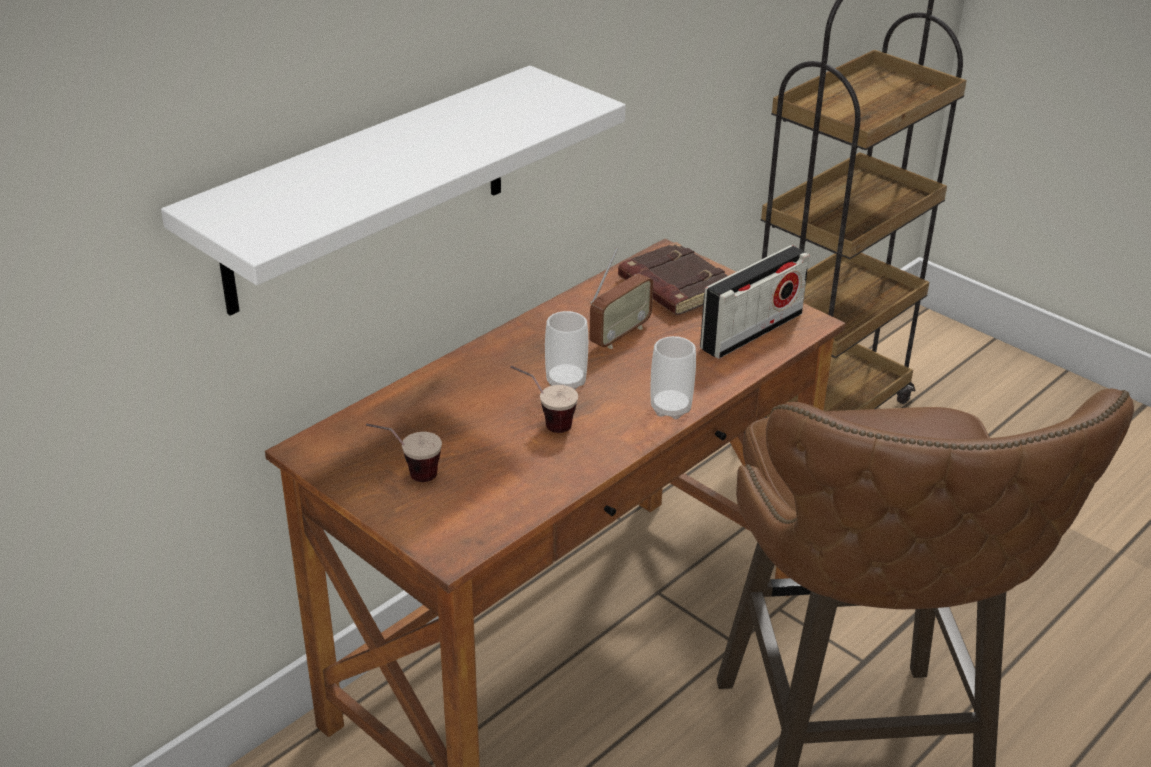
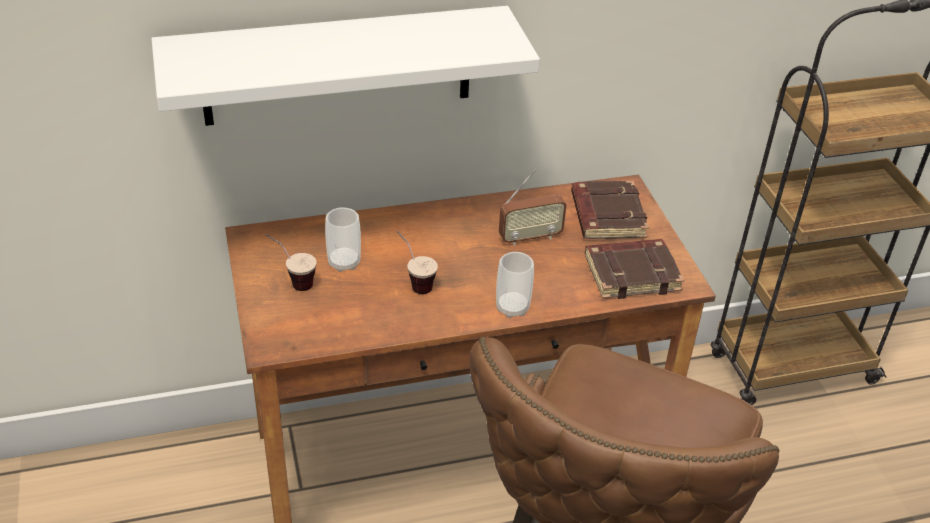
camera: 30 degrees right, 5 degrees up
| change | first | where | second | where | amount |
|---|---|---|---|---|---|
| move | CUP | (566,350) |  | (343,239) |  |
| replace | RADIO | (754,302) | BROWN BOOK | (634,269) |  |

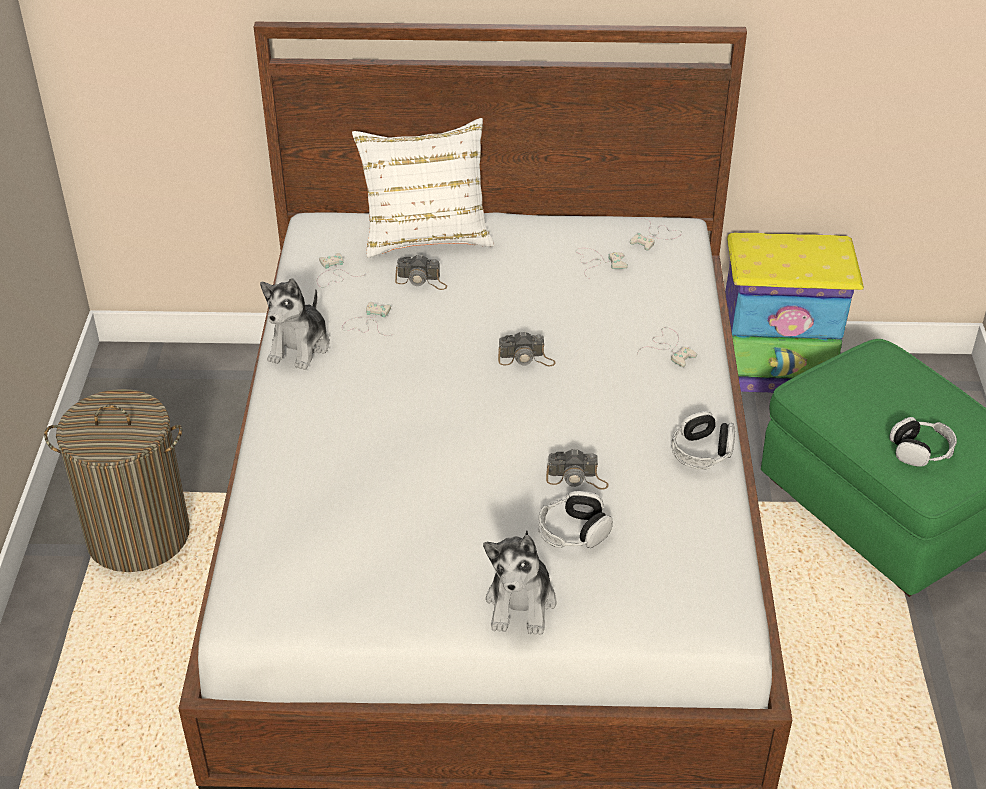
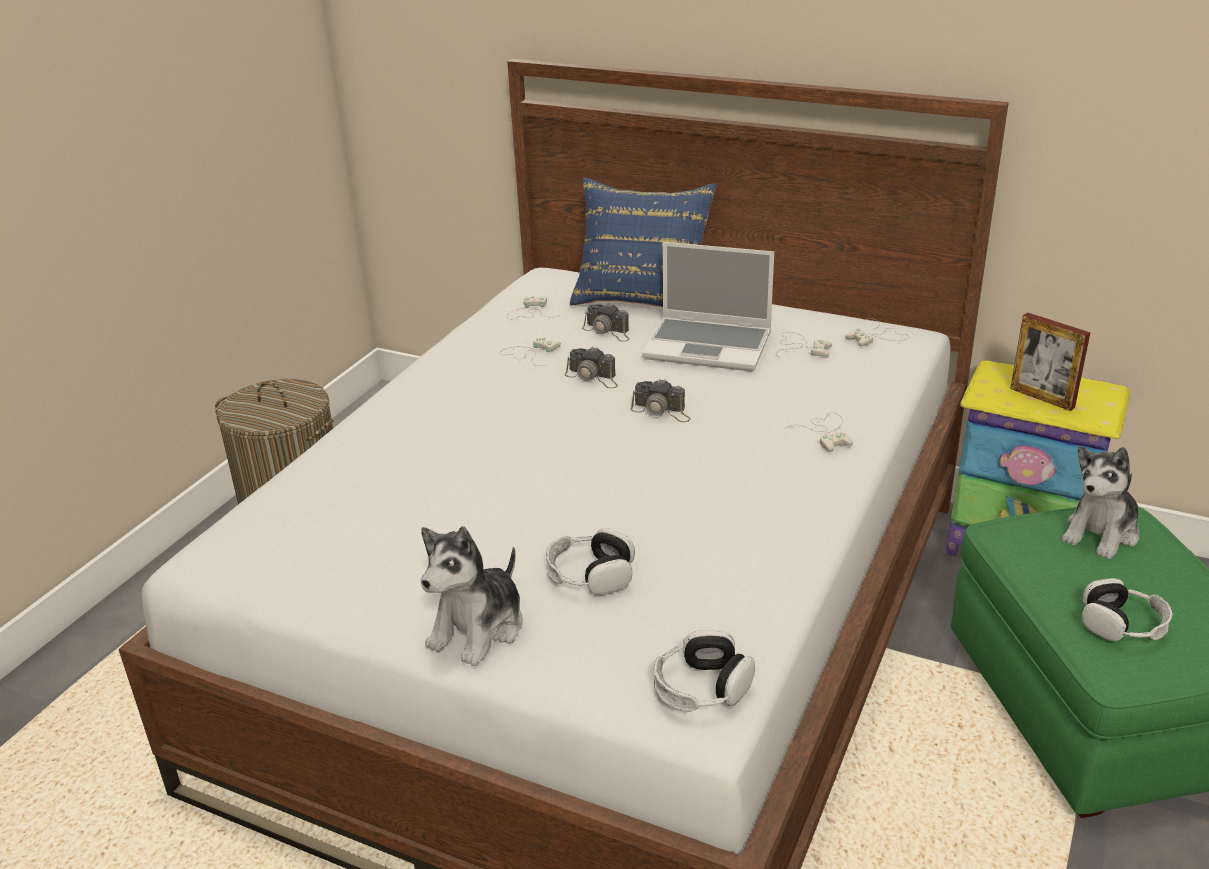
camera: 25 degrees right, 10 degrees down
| change | first | where | second | where | amount |
|---|---|---|---|---|---|
| move | PLUSH TOY | (295,324) |  | (1100,502) |  |
| recolor | WHITE PILLOW | (423,188) | BLUE PILLOW | (643,242) |  |
| move | PHOTO CAMERA | (577,469) |  | (591,367) |  |
| move | HEADPHONES | (703,440) |  | (704,671) |  |
| insert |  |  | LAPTOP | (708,306) |  |
| insert |  |  | PICTURE FRAME | (1050,361) |  |

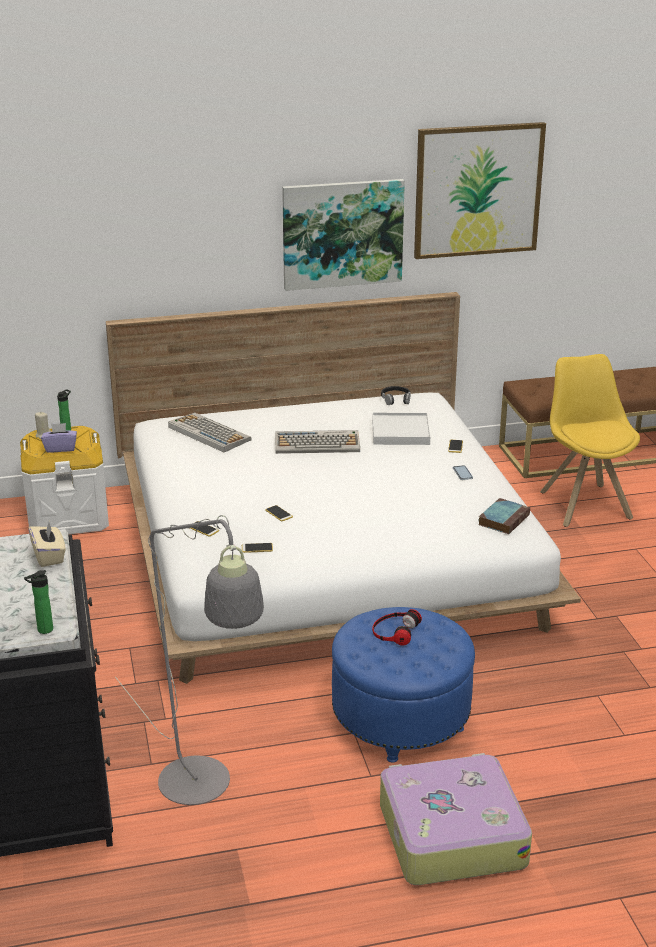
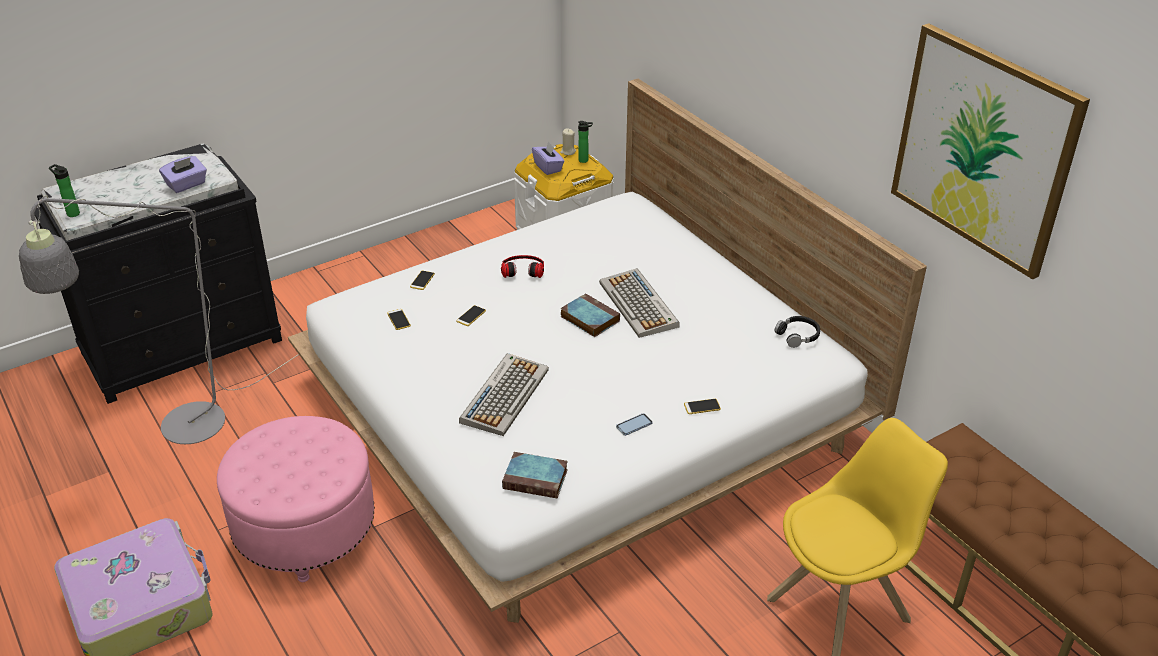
camera: 70 degrees right, 10 degrees up
| change | first | where | second | where | amount |
|---|---|---|---|---|---|
| recolor | BEIGE TISSUE BOX | (47,544) | PURPLE TISSUE BOX | (183,174) |  |
| move | KEYBOARD | (209,432) |  | (504,394) |  |
| delete | PICTURE | (343,235) |  |  |  |
| recolor | BLUE OTTOMAN | (403,685) | PINK OTTOMAN | (296,499) |  |
| delete | WHITE TRAY | (401,428) |  |  |  |
| move | HEADPHONES | (397,627) |  | (522,266) |  |
| insert |  |  | BOOK | (590,315) |  |

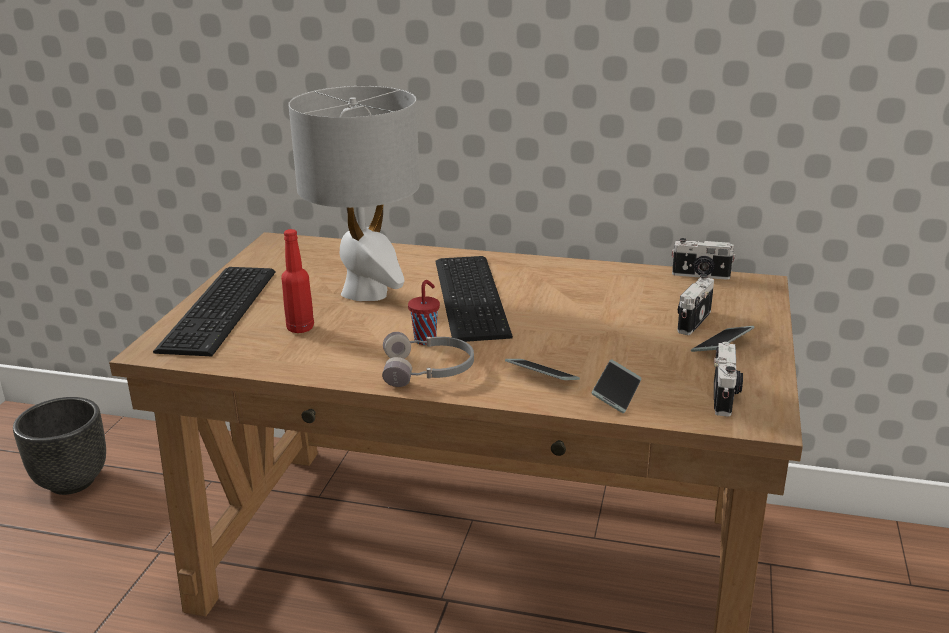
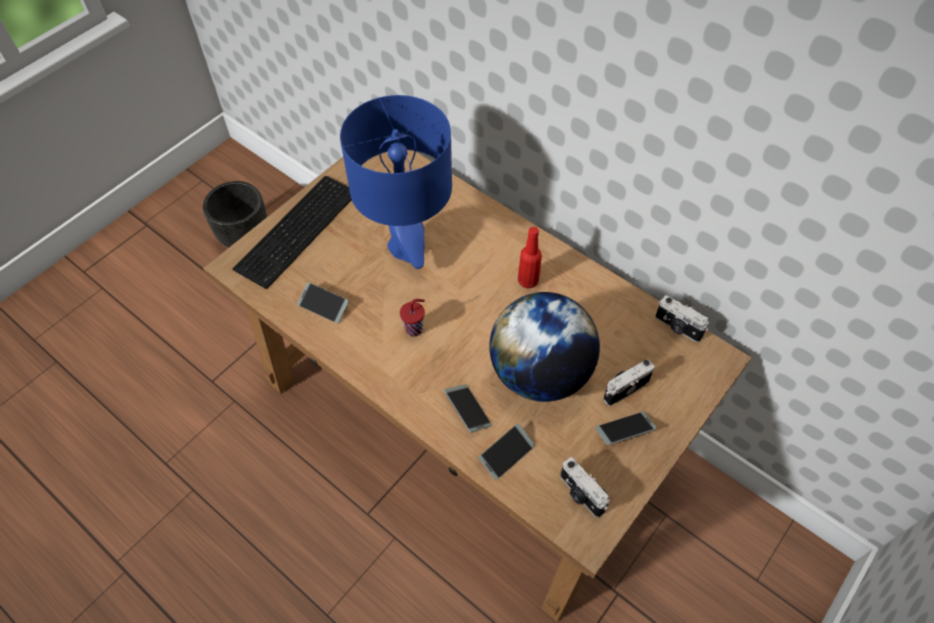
camera: 25 degrees right, 30 degrees up
| change | first | where | second | where | amount |
|---|---|---|---|---|---|
| move | RED BOTTLE | (297,281) |  | (530,257) |  |
| recolor | GREY TABLE LAMP | (354,193) | BLUE TABLE LAMP | (396,182) |  |
| delete | GREY HEADPHONES | (428,359) |  |  |  |
| delete | KEYBOARD | (474,299) |  |  |  |
| rotate | PHOTO CAMERA | (728,379) |  | (585,487) | 105 degrees clockwise |
| insert |  |  | PHONE | (323,302) |  |
| insert |  |  | GLOBE | (544,347) |  |

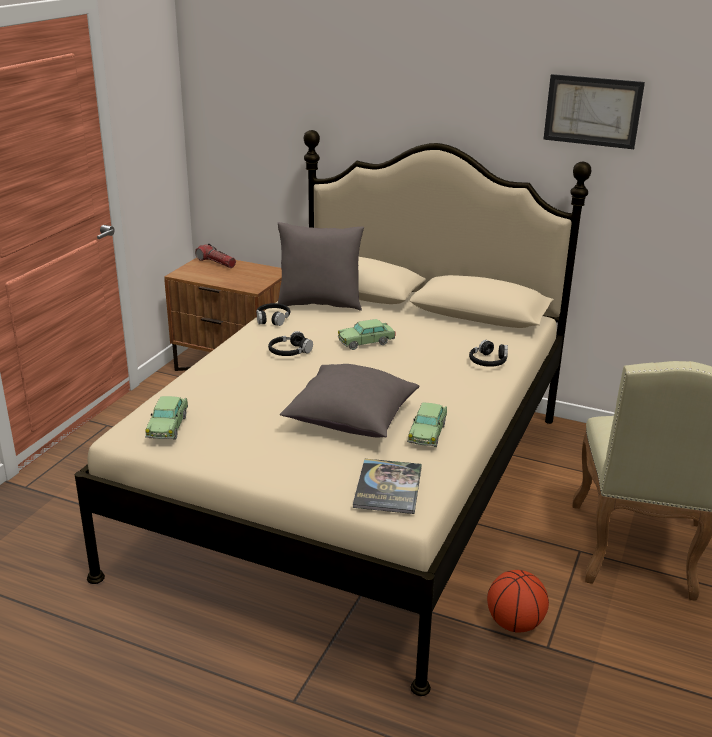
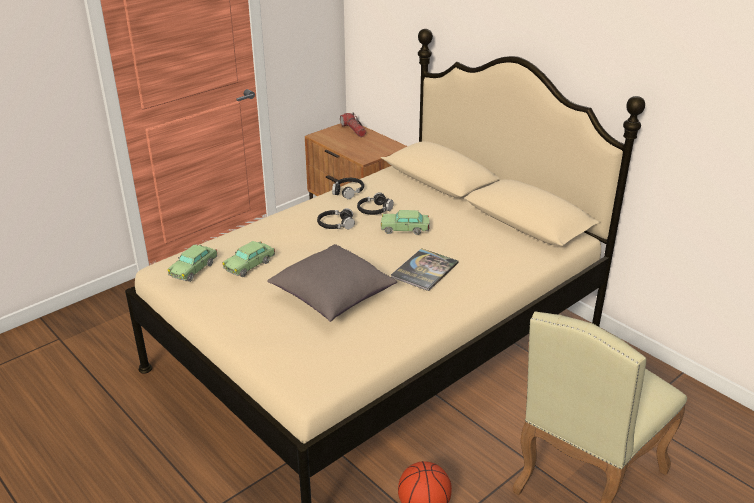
camera: 25 degrees right, 5 degrees up
| change | first | where | second | where | amount |
|---|---|---|---|---|---|
| delete | GREY PILLOW | (321,266) |  |  |  |
| move | BOOK | (387,486) |  | (424,269) |  |
| move | TOY CAR | (427,424) |  | (248,259) |  |
| move | BLACK HEADPHONES | (488,353) |  | (375,203) |  |
| delete | PICTURE | (594,111) |  |  |  |

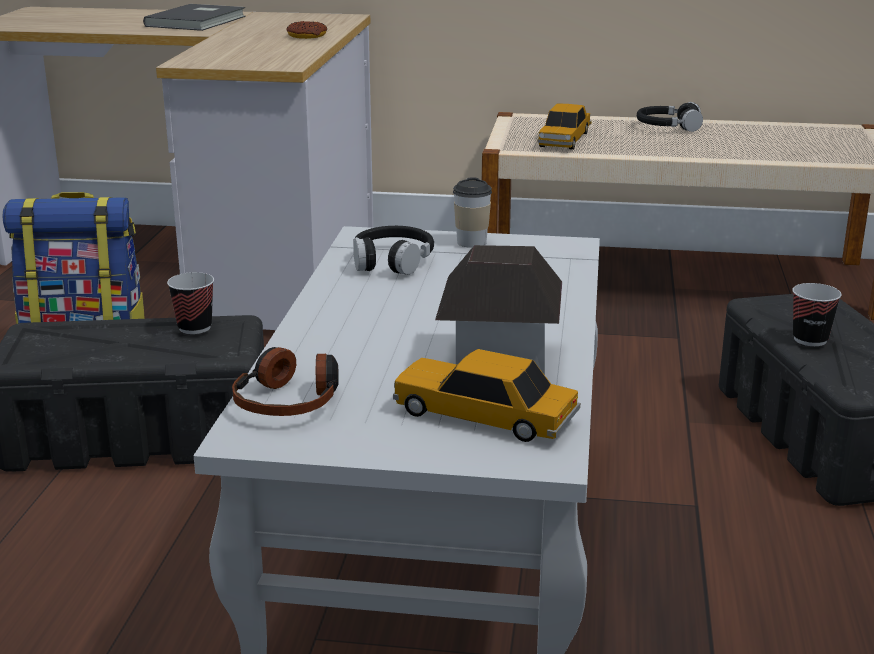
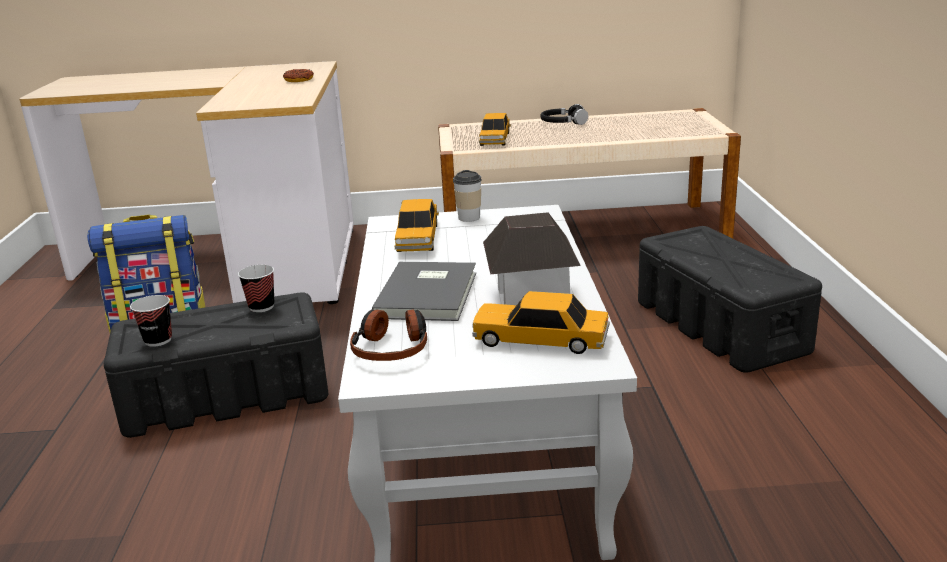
camera: 10 degrees left, 0 degrees up
| change | first | where | second | where | amount |
|---|---|---|---|---|---|
| move | GREY BOOK | (194,17) |  | (424,291) |  |
| replace | BLACK HEADPHONES | (393,250) | TOY CAR | (417,225) |  |
| move | CUP | (817,314) |  | (151,321) |  |

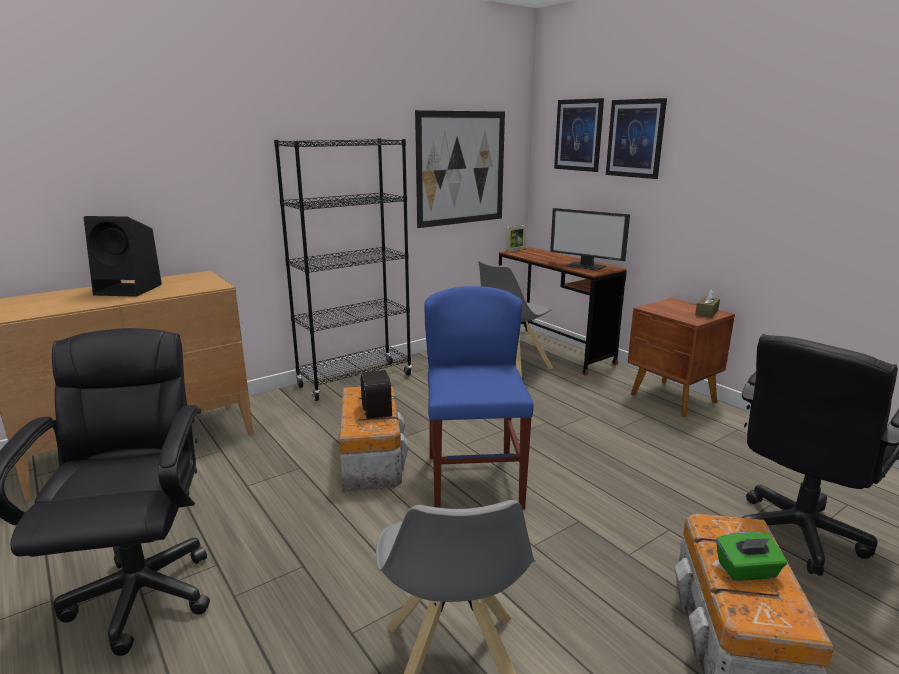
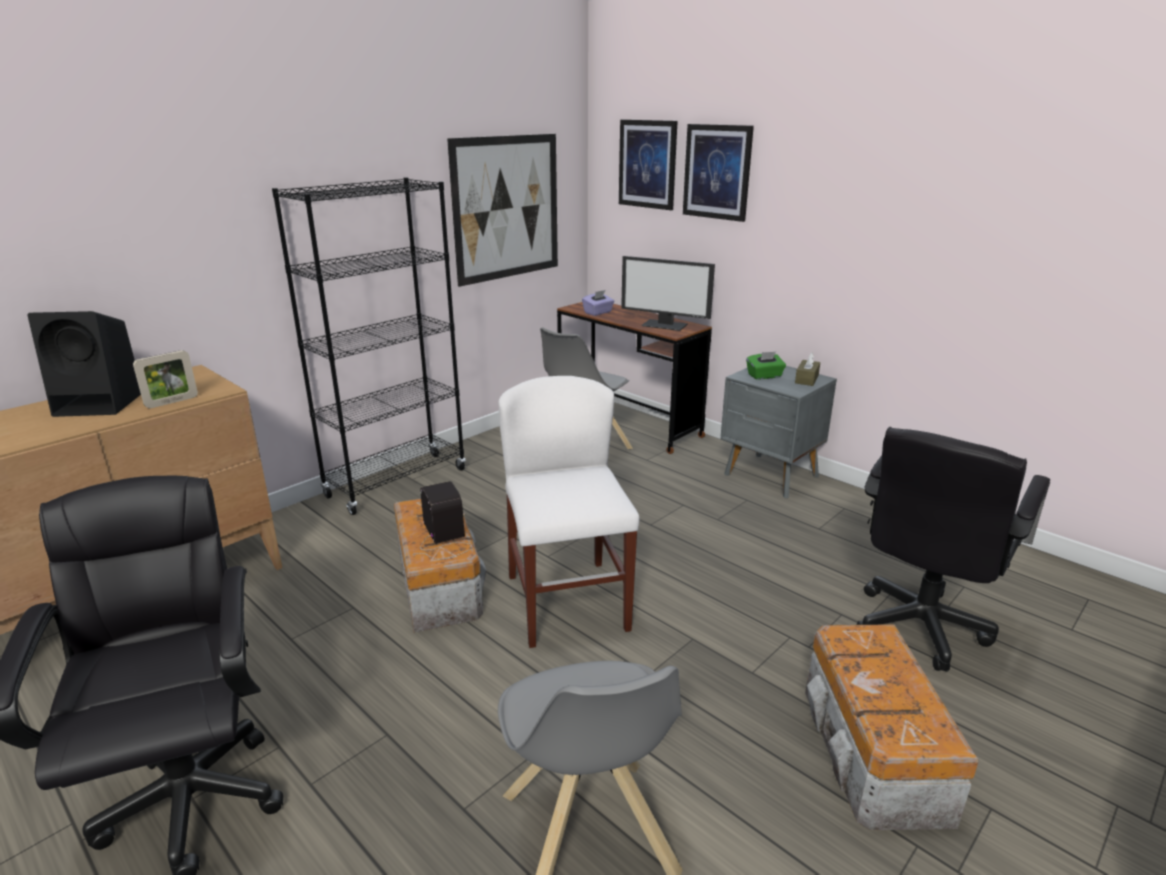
camera: 10 degrees left, 5 degrees up
| change | first | where | second | where | amount |
|---|---|---|---|---|---|
| recolor | BLUE CHAIR | (479,397) | WHITE CHAIR | (568,512) |  |
| move | PICTURE FRAME | (516,238) |  | (165,379) |  |
| recolor | BROWN NIGHTSTAND | (681,357) | GREY NIGHTSTAND | (778,432) |  |
| move | GREEN TISSUE BOX | (751,556) |  | (766,366) |  |
| insert |  |  | PURPLE TISSUE BOX | (598,303) |  |

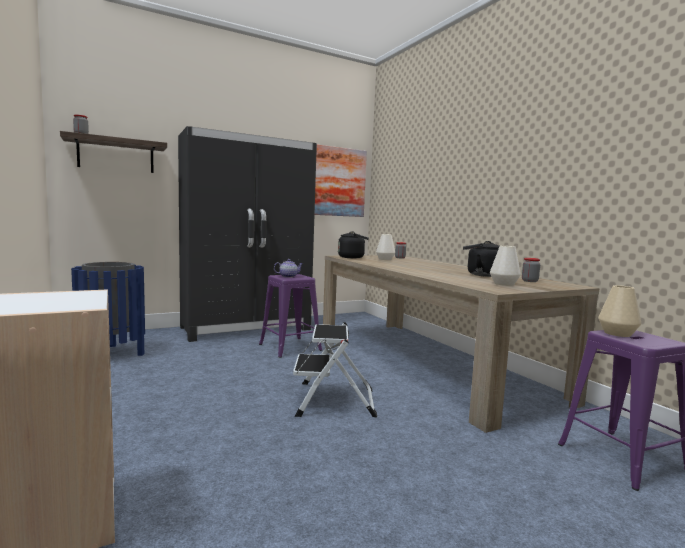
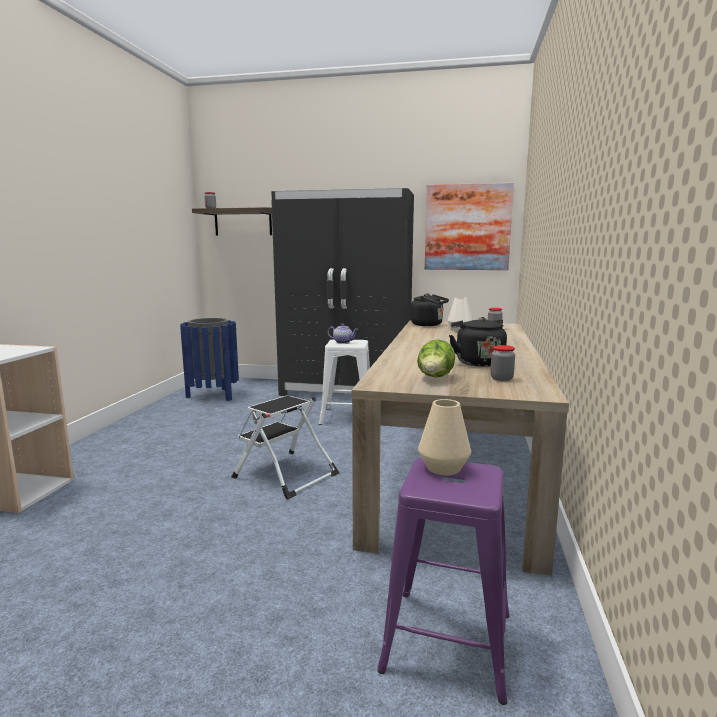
camera: 40 degrees right, 5 degrees up
| change | first | where | second | where | amount |
|---|---|---|---|---|---|
| recolor | PURPLE STOOL | (290,316) | WHITE STOOL | (344,382) |  |
| replace | WHITE VASE | (505,266) | LETTUCE | (436,359) |  |

